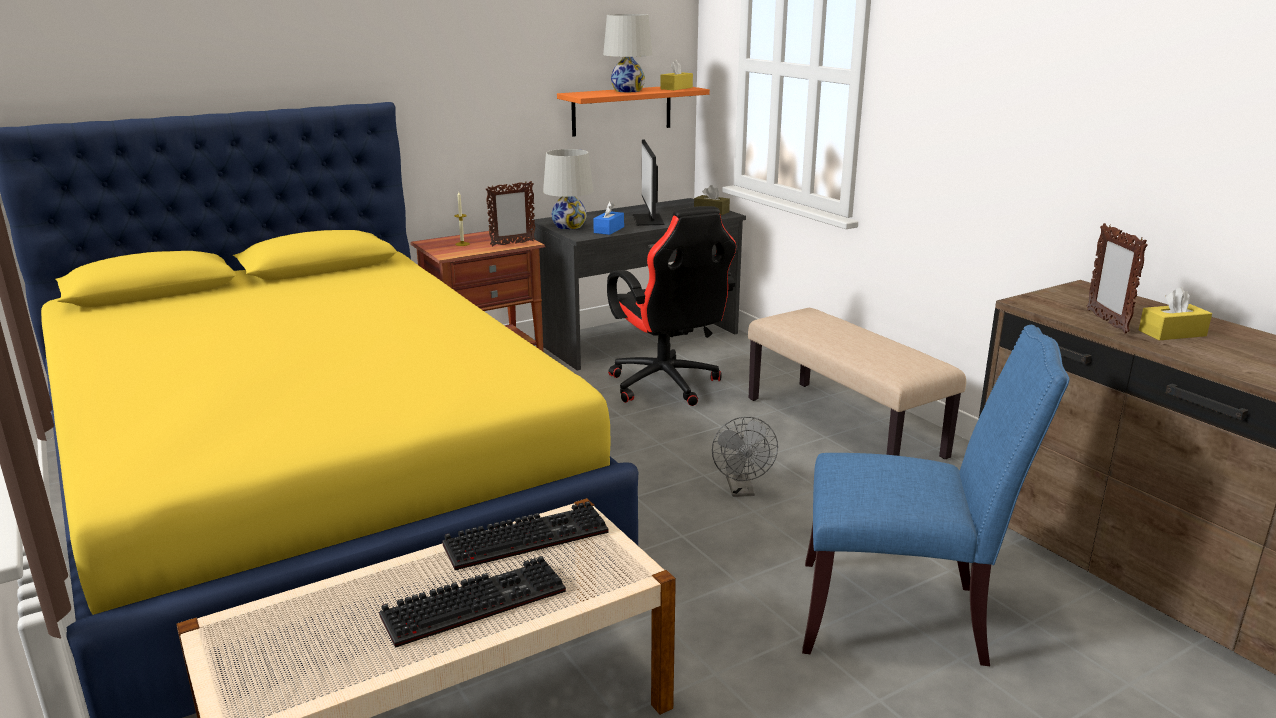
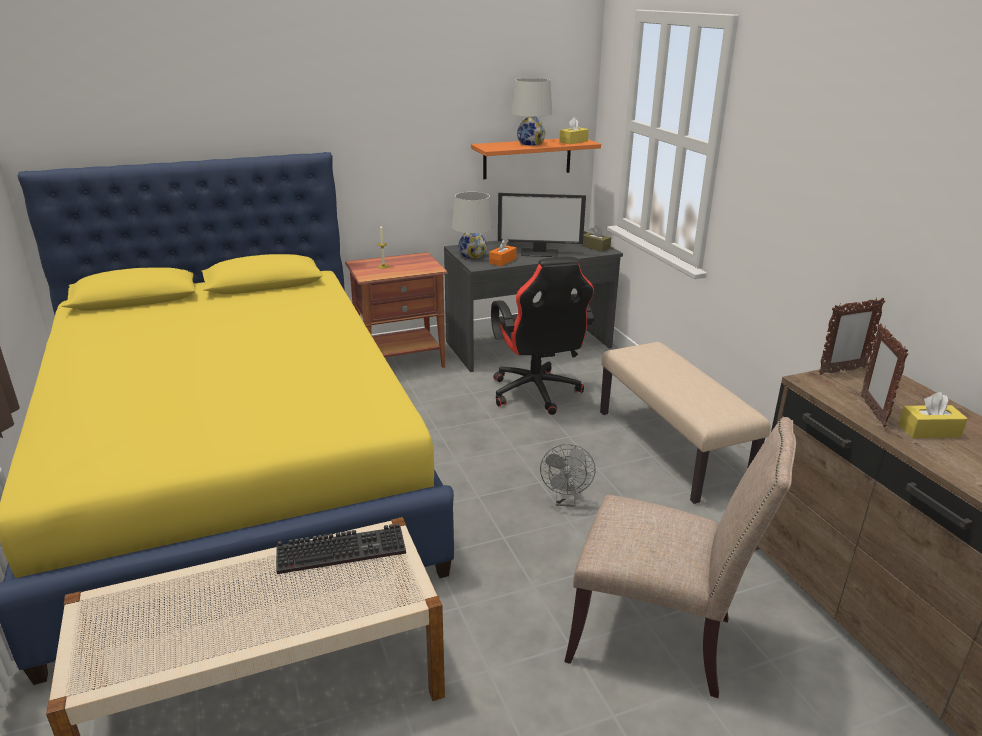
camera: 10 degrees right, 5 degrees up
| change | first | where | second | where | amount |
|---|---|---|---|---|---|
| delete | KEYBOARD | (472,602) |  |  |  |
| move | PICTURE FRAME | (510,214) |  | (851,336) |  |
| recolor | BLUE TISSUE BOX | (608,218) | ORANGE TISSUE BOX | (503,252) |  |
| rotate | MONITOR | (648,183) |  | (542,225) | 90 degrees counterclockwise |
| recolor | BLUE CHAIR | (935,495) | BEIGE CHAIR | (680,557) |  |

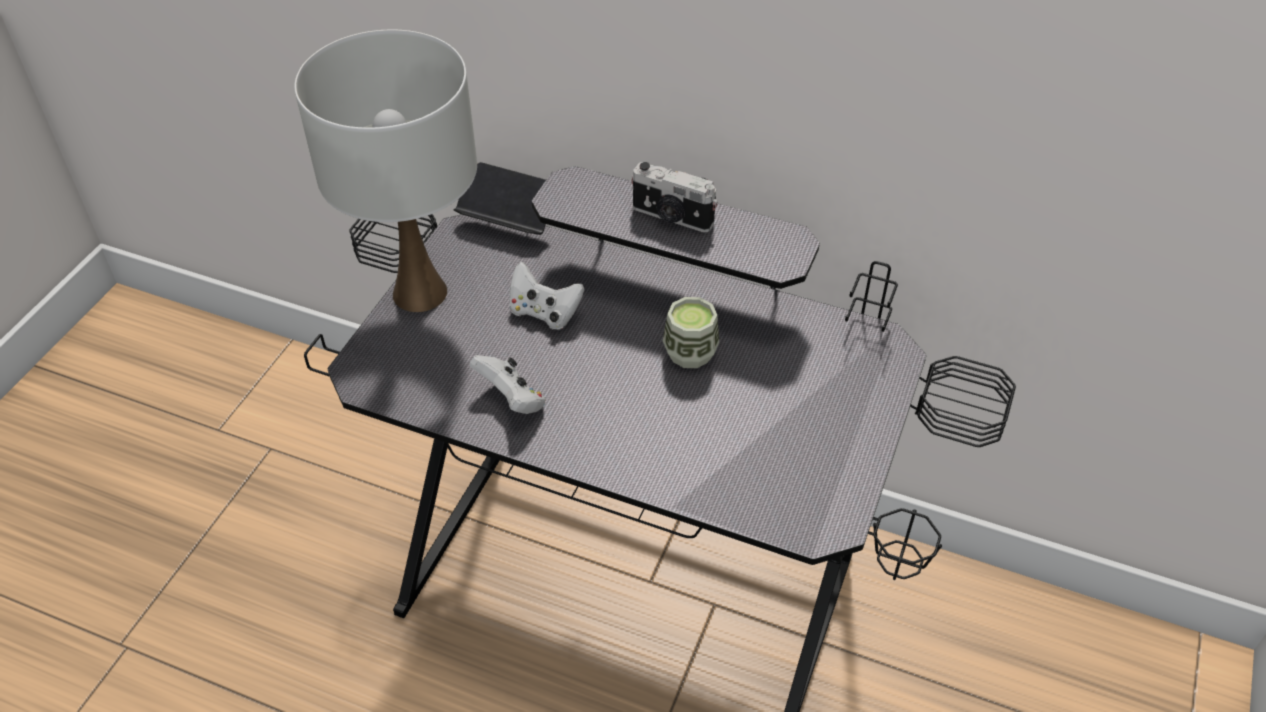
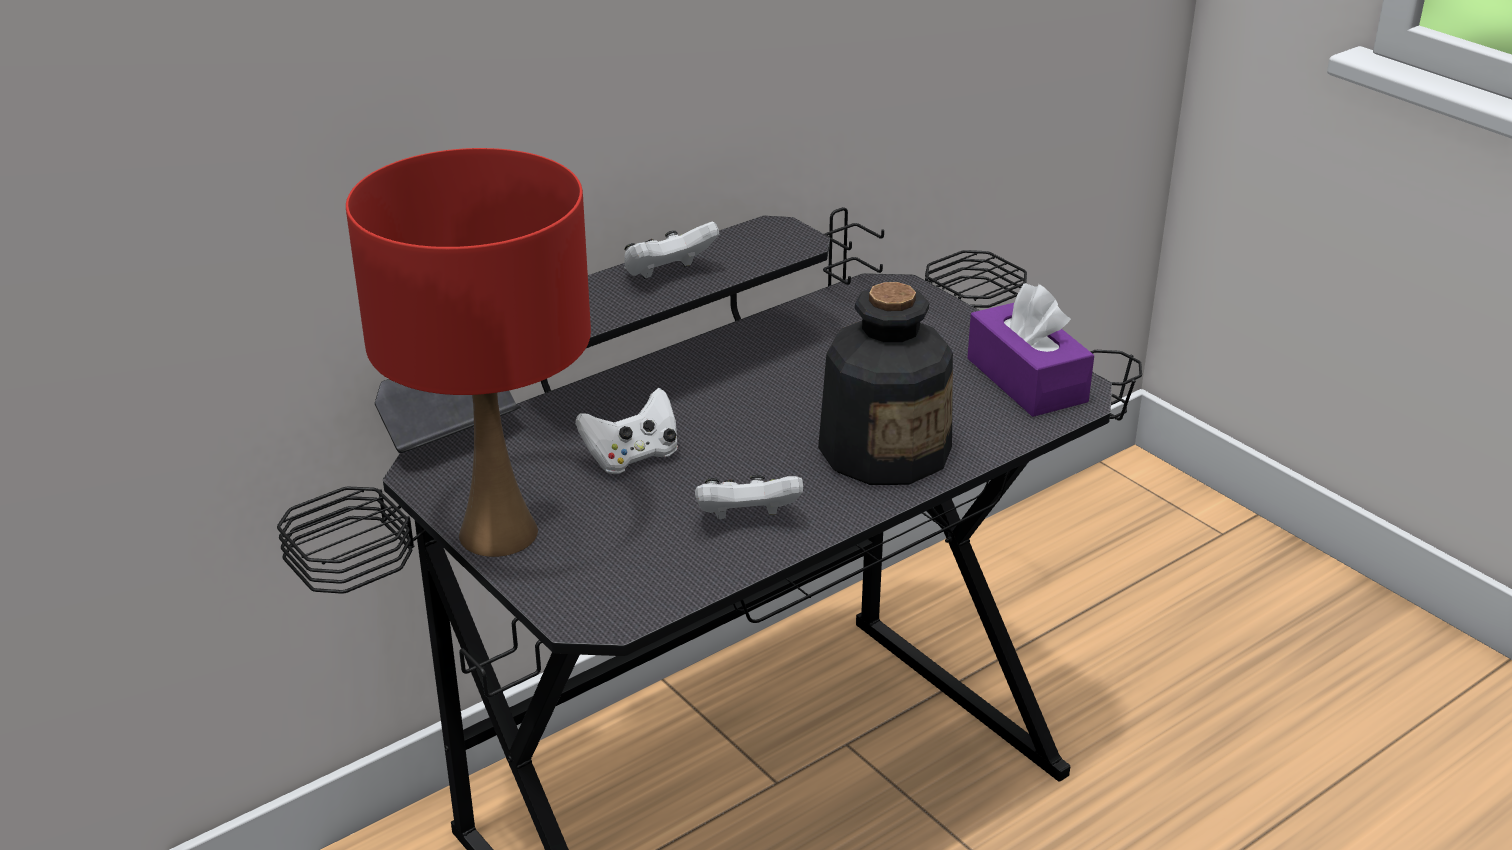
camera: 60 degrees left, 15 degrees down
| change | first | where | second | where | amount |
|---|---|---|---|---|---|
| recolor | WHITE TABLE LAMP | (385,171) | RED TABLE LAMP | (468,352) |  |
| replace | PHOTO CAMERA | (675,197) | WHITE GAME CONTROLLER | (671,250) |  |
| delete | CUP | (691,332) |  |  |  |
| insert |  |  | BOTTLE | (885,383) |  |
| insert |  |  | PURPLE TISSUE BOX | (1030,350) |  |

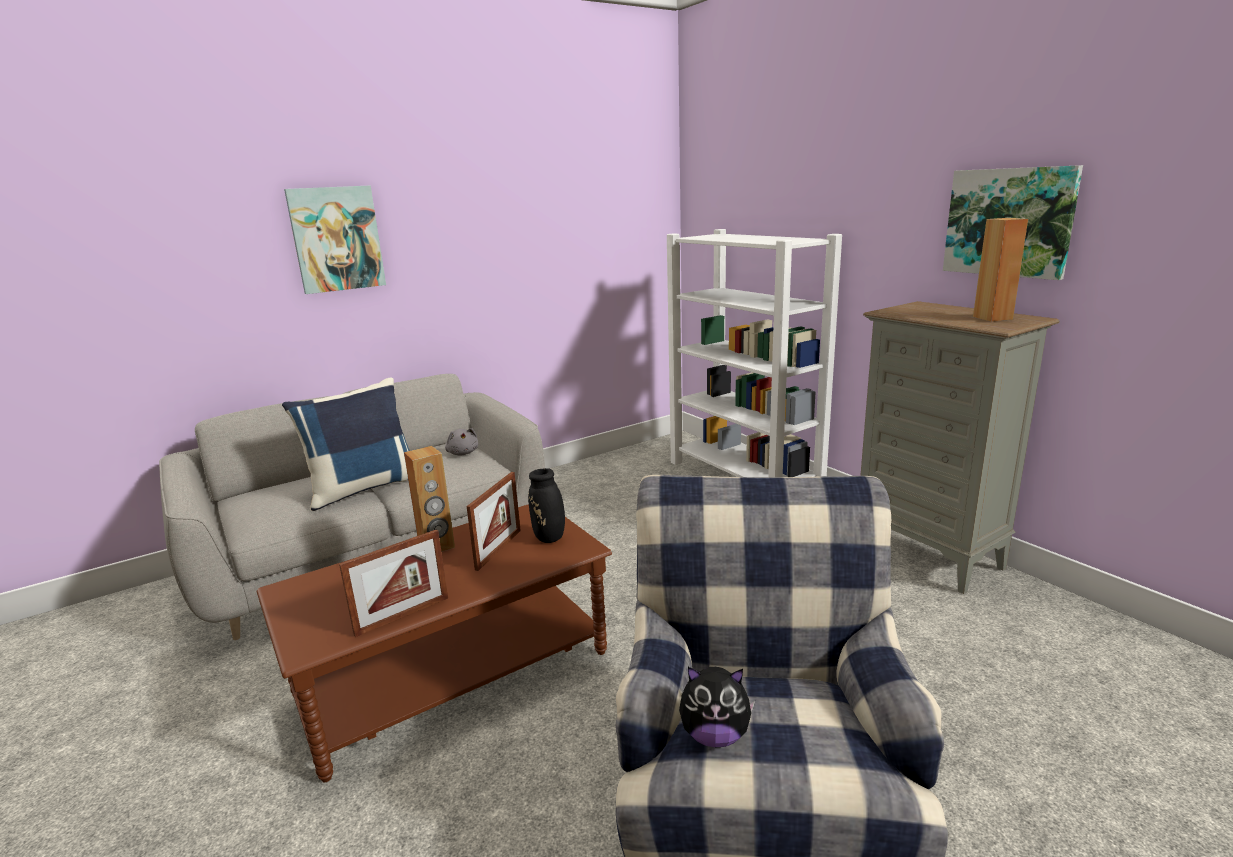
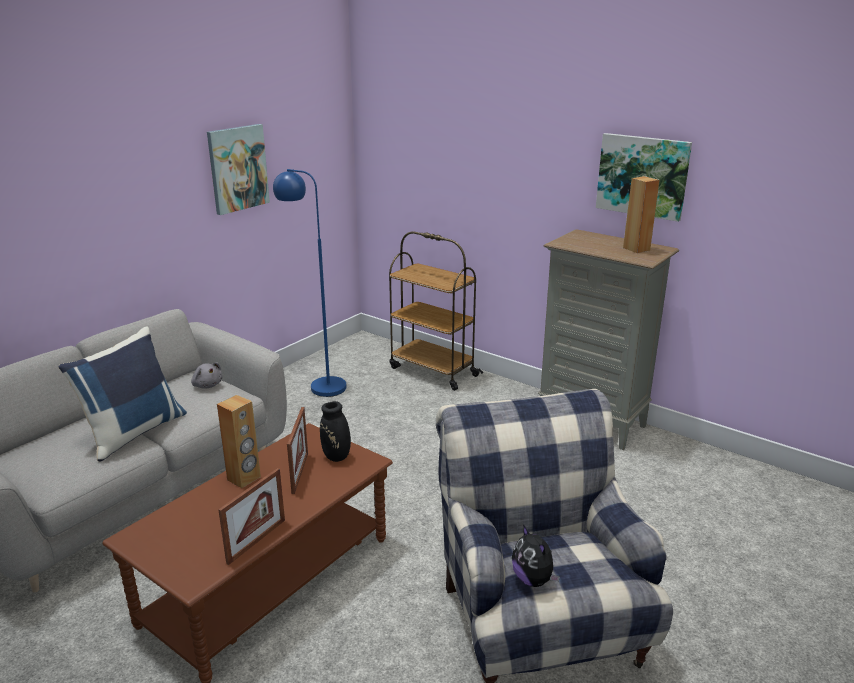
camera: 20 degrees left, 5 degrees up
| change | first | where | second | where | amount |
|---|---|---|---|---|---|
| move | PICTURE | (335,239) |  | (238,169) |  |
| replace | WHITE BOOKCASE | (754,353) | BROWN CART | (436,311) |  |
| rotate | PLUSH TOY | (717,707) |  | (536,556) | 75 degrees clockwise |
| insert |  |  | BLUE FLOOR LAMP | (310,283) |  |

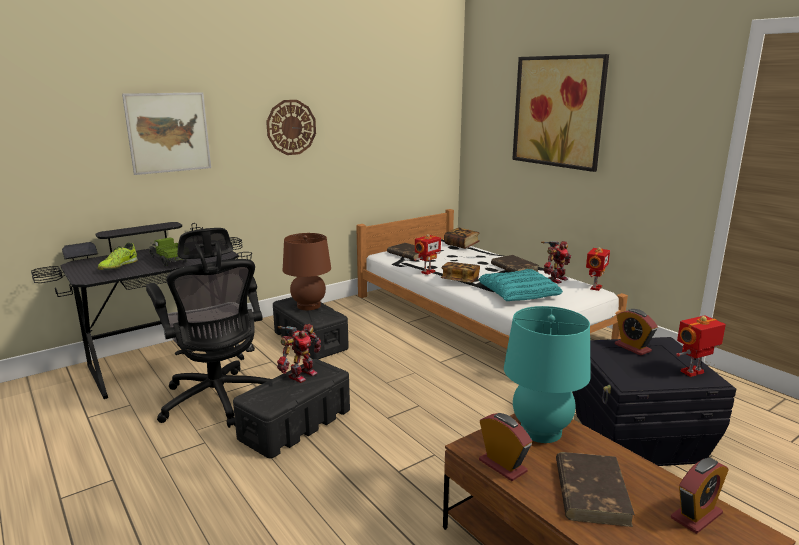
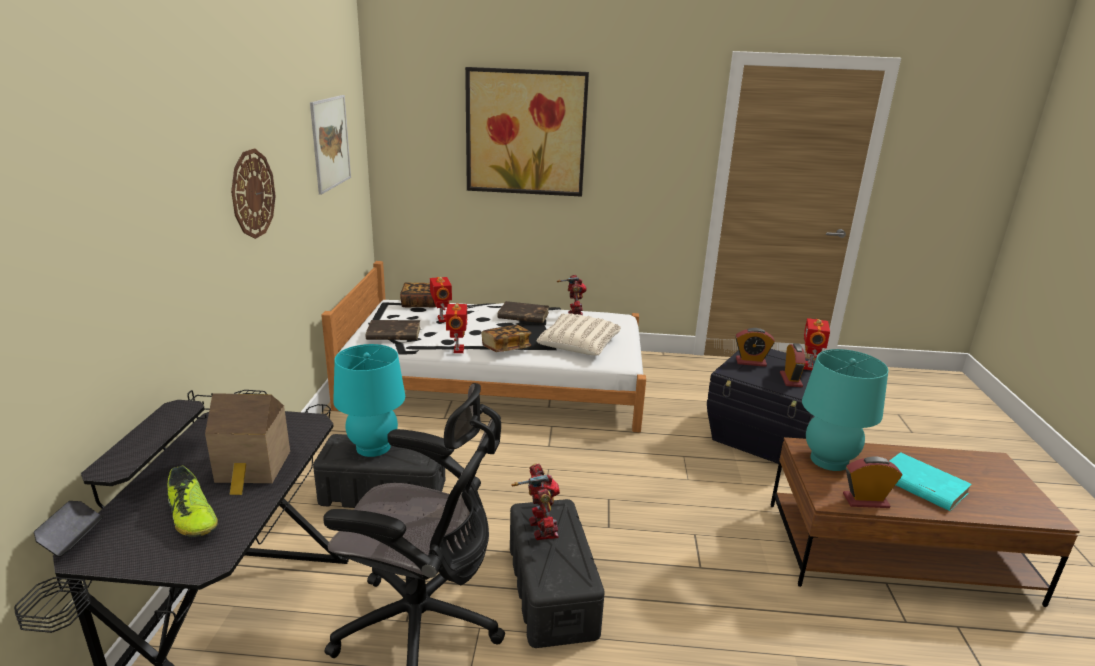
camera: 50 degrees left, 5 degrees up
| change | first | where | second | where | amount |
|---|---|---|---|---|---|
| move | PICTURE | (166,133) |  | (330,145) |  |
| replace | TOY TRUCK | (168,252) | TOY HOUSE | (247,444) |  |
| recolor | BROWN TABLE LAMP | (307,271) | TURQUOISE TABLE LAMP | (369,400) |  |
| recolor | TURQUOISE PILLOW | (520,285) | BEIGE PILLOW | (578,334) |  |
| recolor | BROWN BOOK | (595,489) | TURQUOISE BOOK | (931,481) |  |
| move | TOY ROBOT | (598,269) |  | (441,299) |  |
| move | ALARM CLOCK | (699,496) |  | (793,365) |  |

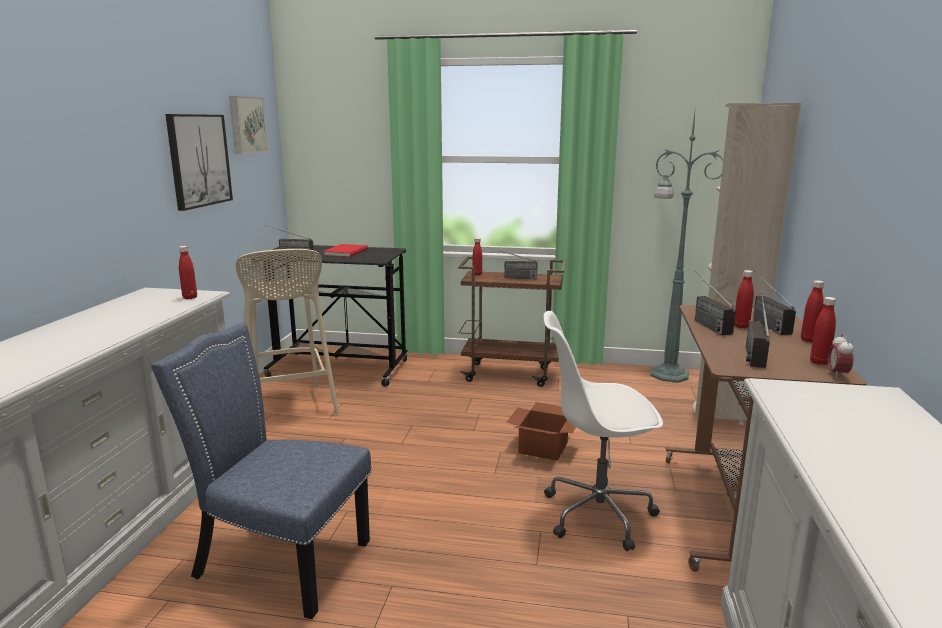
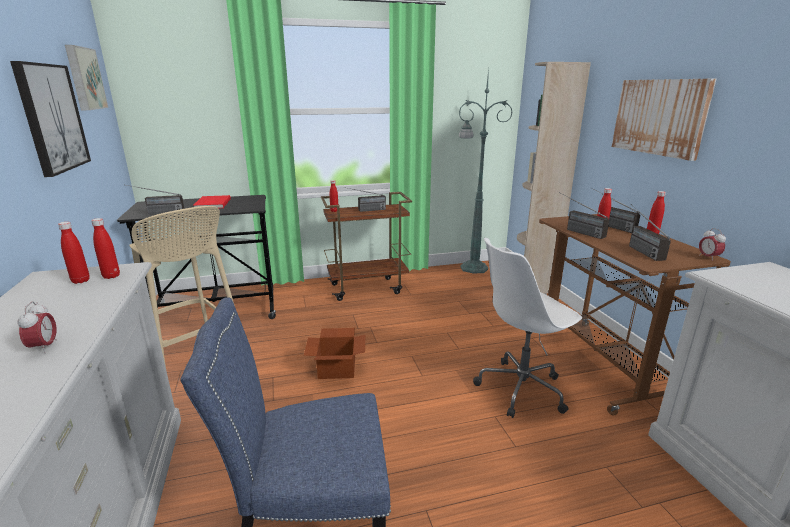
camera: 25 degrees left, 5 degrees up
| change | first | where | second | where | amount |
|---|---|---|---|---|---|
| move | CARDBOARD BOX | (541,431) |  | (334,353) |  |
| move | RED BOTTLE | (823,331) |  | (74,253) |  |
| insert |  |  | ALARM CLOCK | (37,327) |  |
| insert |  |  | PICTURE | (664,120) |  |

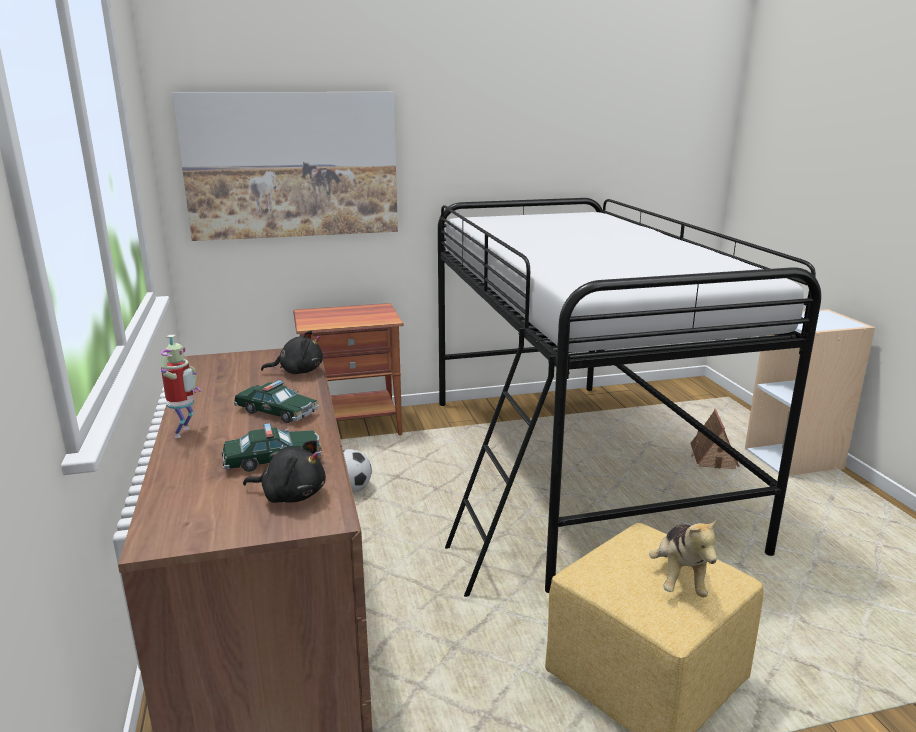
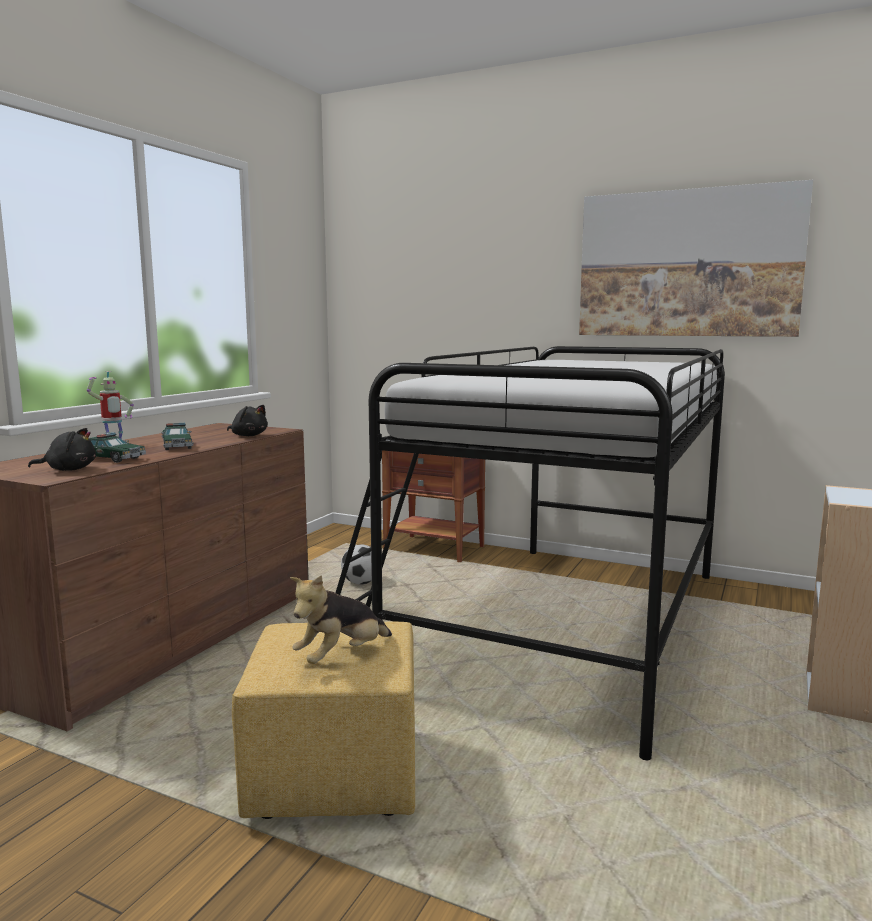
camera: 40 degrees right, 10 degrees down
| change | first | where | second | where | amount |
|---|---|---|---|---|---|
| move | PICTURE | (285,166) |  | (696,258) |  |
| rotate | BLACK PLUSH TOY | (284,471) |  | (62,449) | 60 degrees counterclockwise |
| delete | TOY HOUSE | (715,439) |  |  |  |

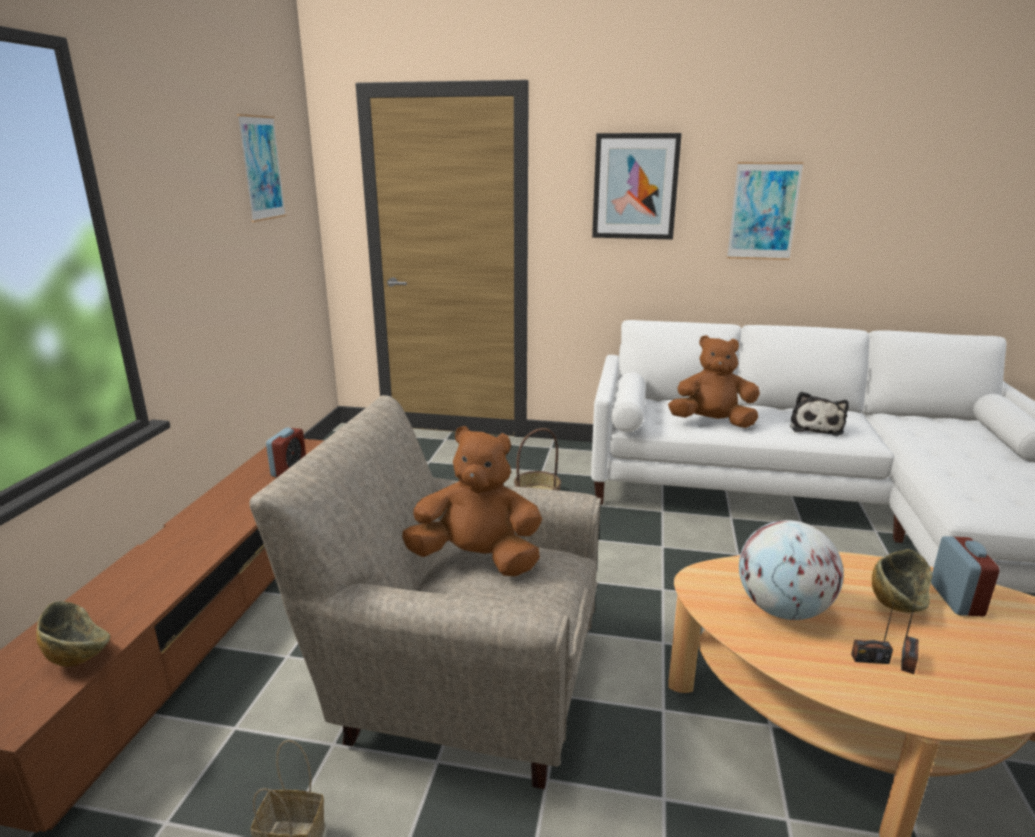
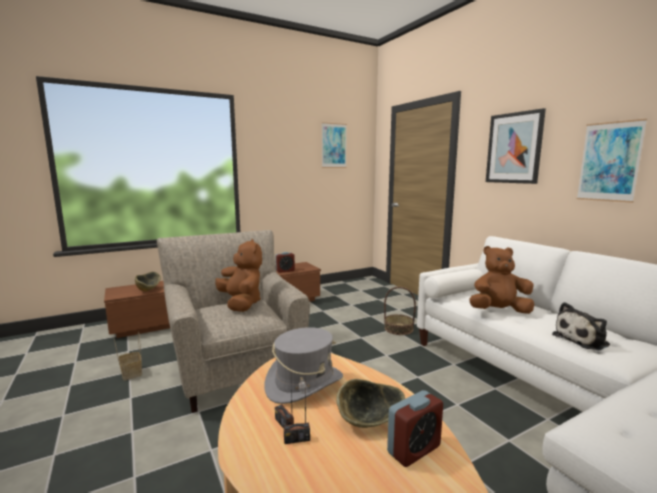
camera: 50 degrees right, 10 degrees down
| change | first | where | second | where | amount |
|---|---|---|---|---|---|
| rotate | BROWN PLUSH TOY | (714,381) |  | (502,280) | 60 degrees counterclockwise |
| replace | GLOBE | (791,570) | GREY HAT | (303,365) |  |

